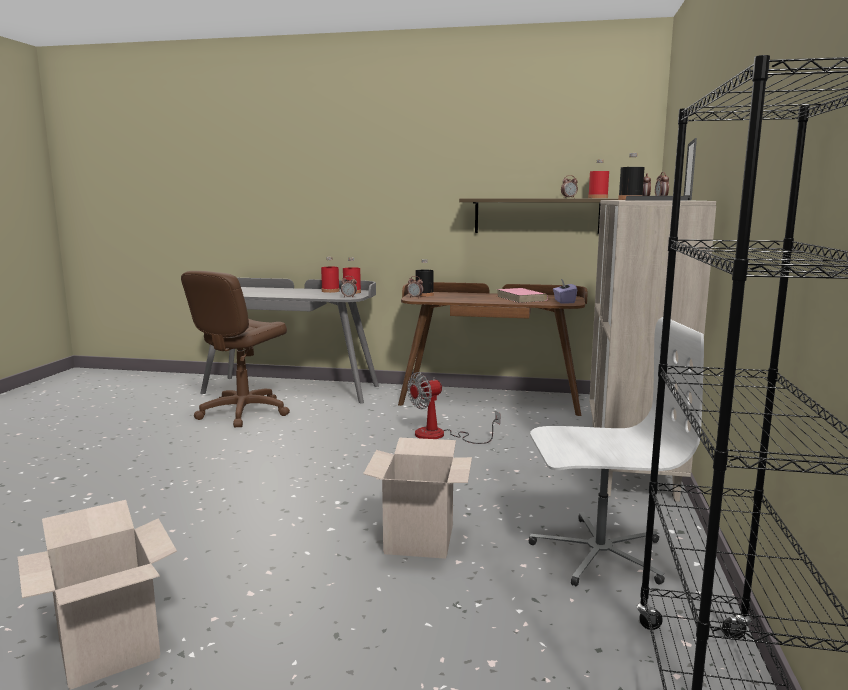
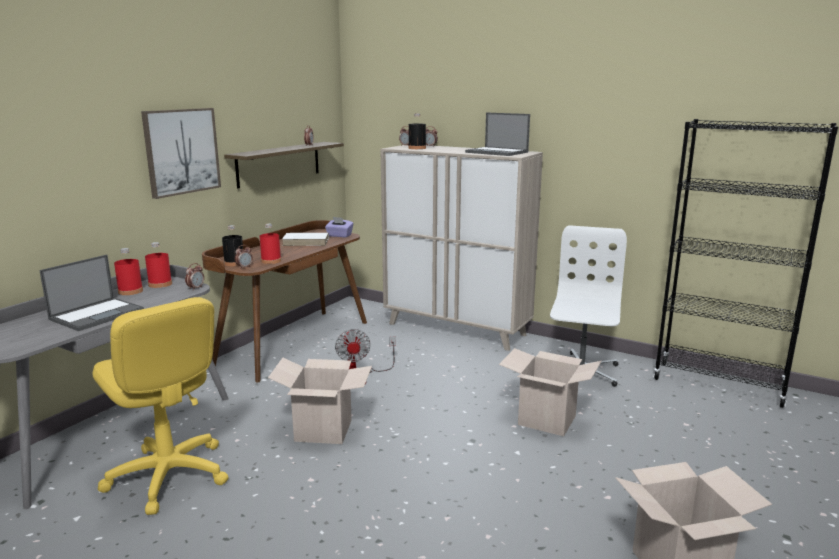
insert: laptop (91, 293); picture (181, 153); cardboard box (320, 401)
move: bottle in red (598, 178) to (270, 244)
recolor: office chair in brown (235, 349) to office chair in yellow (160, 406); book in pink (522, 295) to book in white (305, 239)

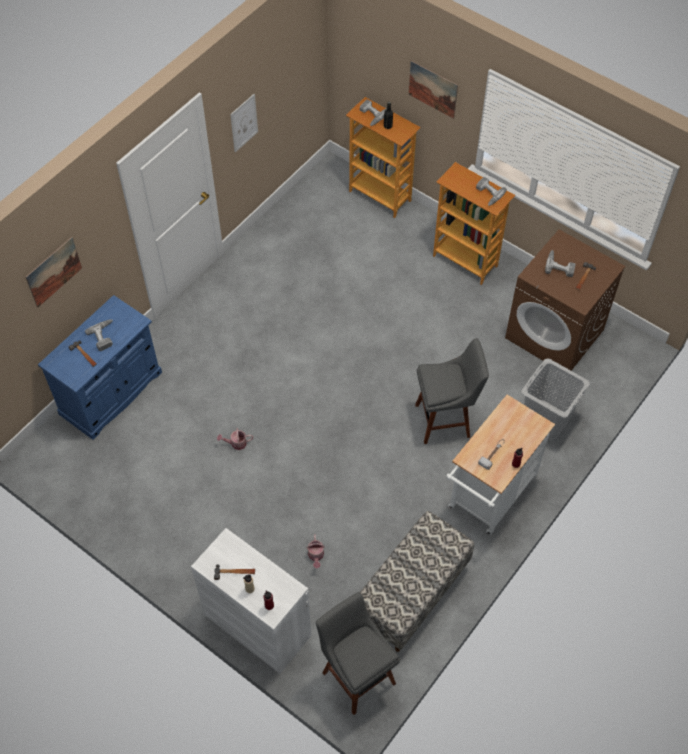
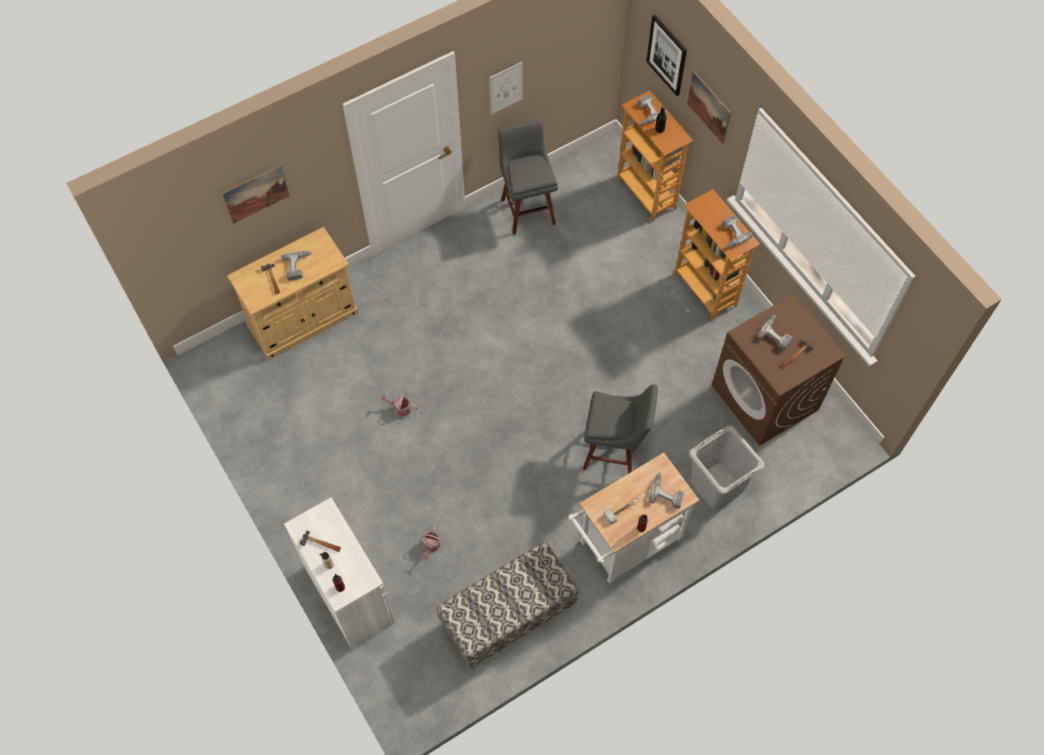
insert: picture (666, 55); power drill (666, 491)
move: stool in grey (358, 653) to (528, 177)
recolor: cabinet in blue (100, 367) to cabinet in beige (292, 293)

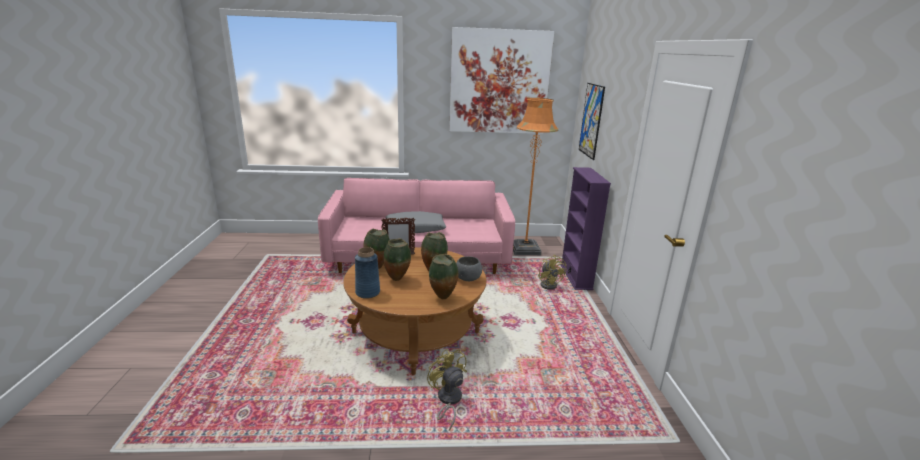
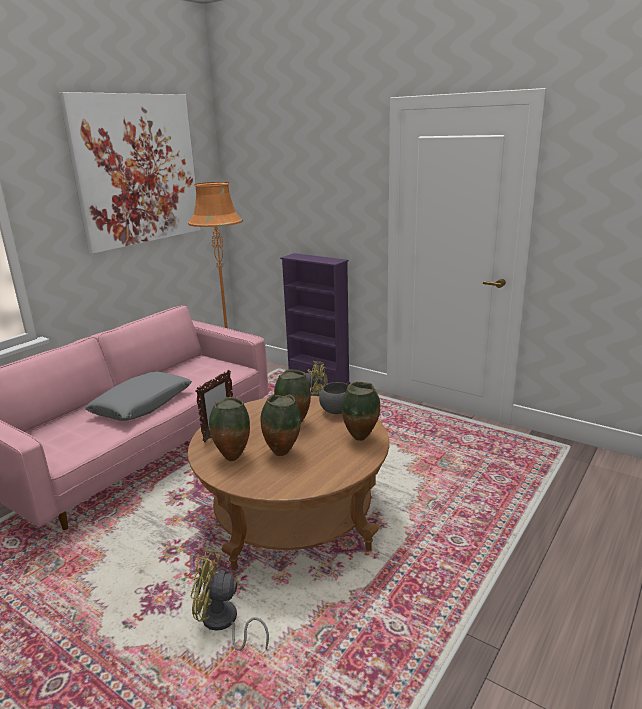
delete: vase in blue (367, 273); picture (592, 121)
move: fan in yellow (447, 390) to (229, 600)

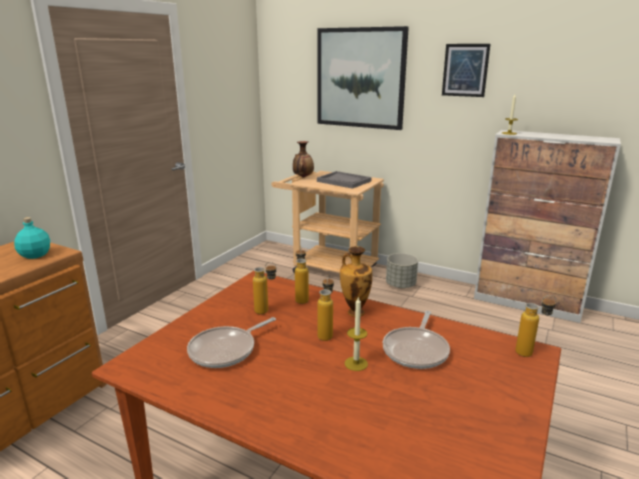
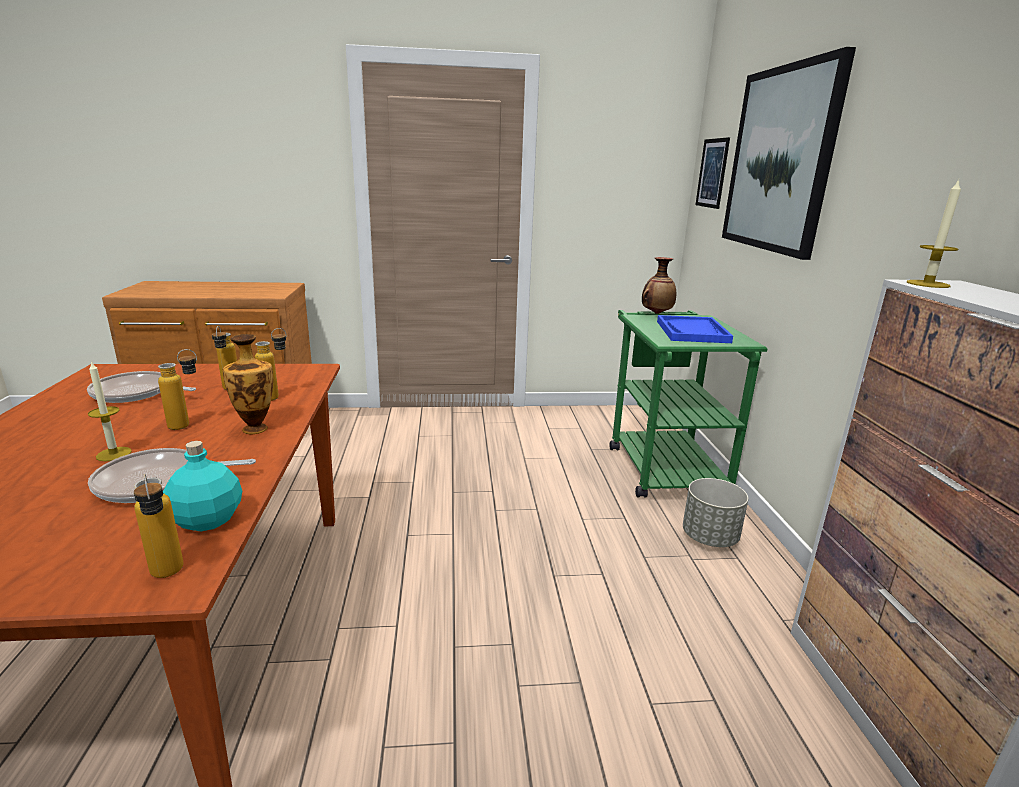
move: bottle in turquoise (32, 238) to (202, 486); picture (466, 70) to (712, 173)
recolor: cart in beige (327, 222) to cart in green (688, 404); tray in grey (344, 180) to tray in blue (695, 329)

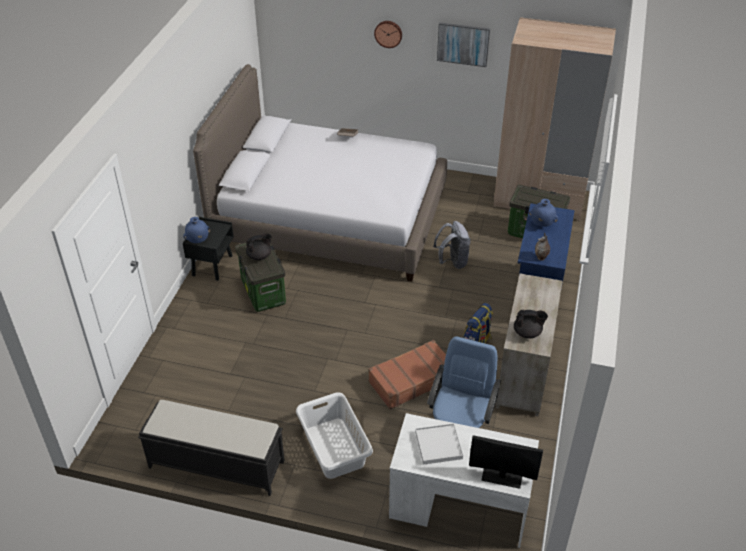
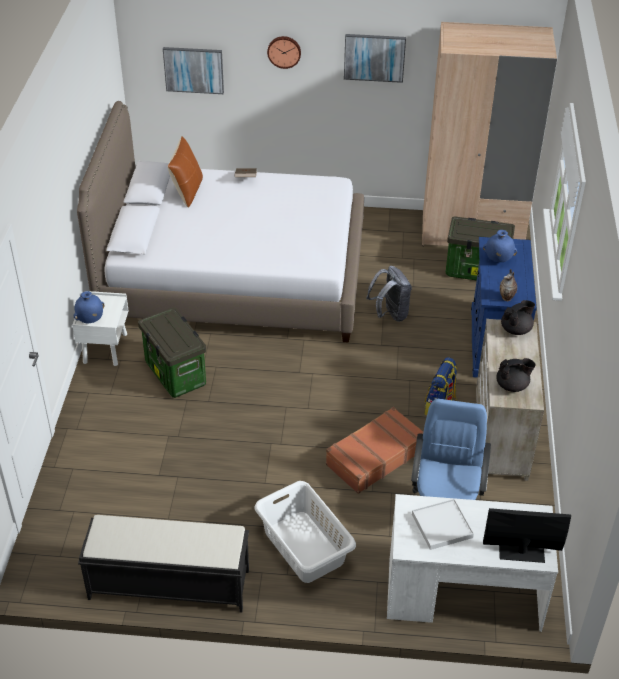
insert: picture (193, 70); pillow in brown (185, 172)
move: teapot in black (259, 246) to (518, 317)
recolor: nightstand in black (208, 249) to nightstand in white (100, 328)

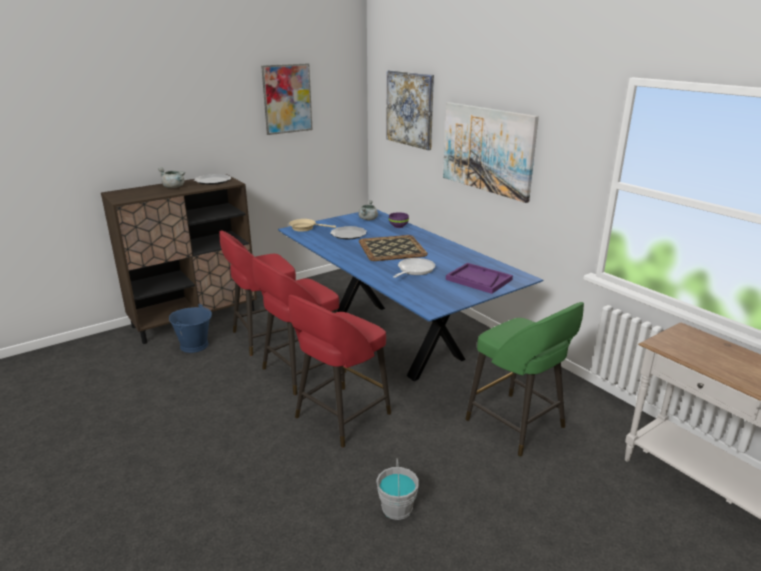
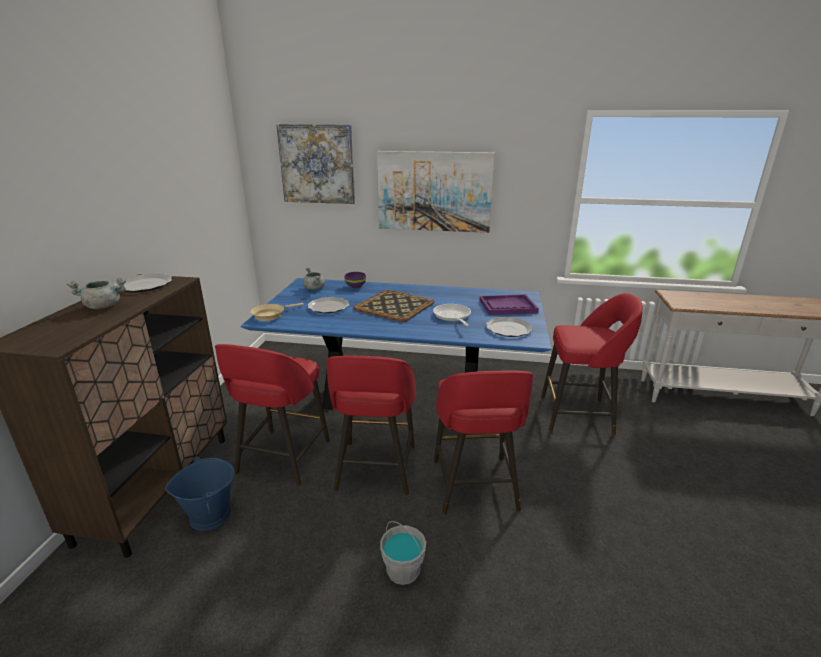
delete: picture (287, 99)
insert: plate (509, 327)
move: bucket in grey (397, 489) to (403, 553)
recolor: stool in green (525, 379) to stool in red (592, 364)

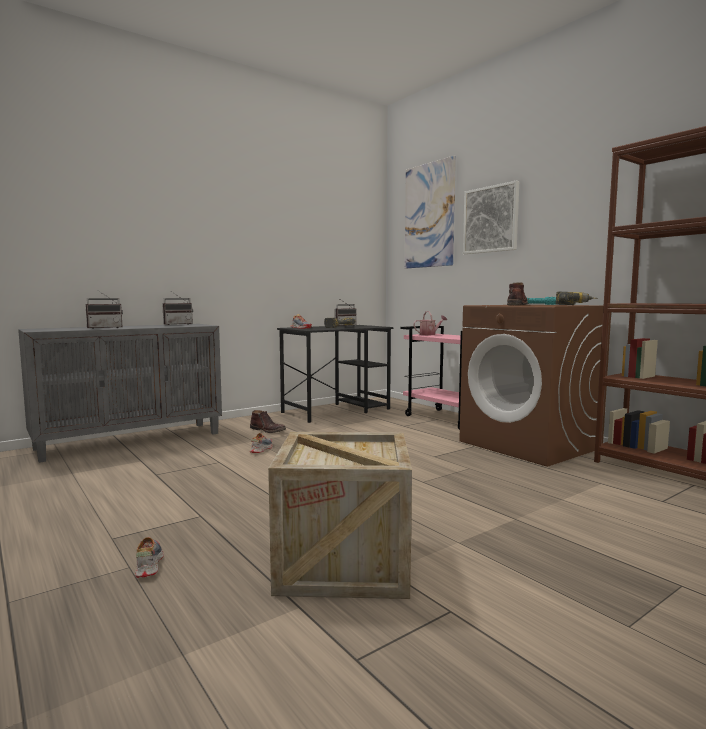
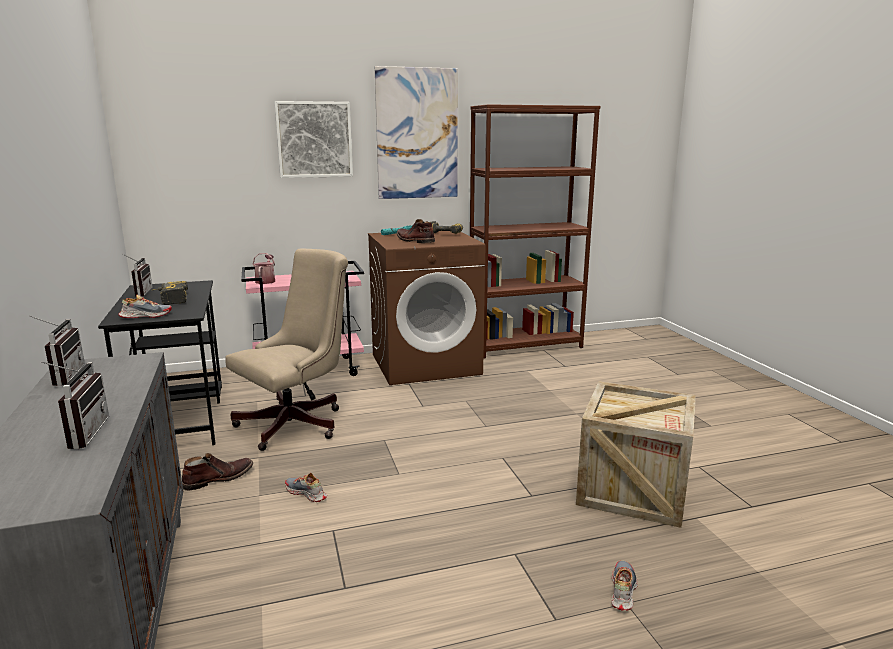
insert: office chair in beige (286, 349)
move: picture (430, 212) to (416, 132)
rotate: shoe (149, 557) = (624, 586) 105 degrees clockwise

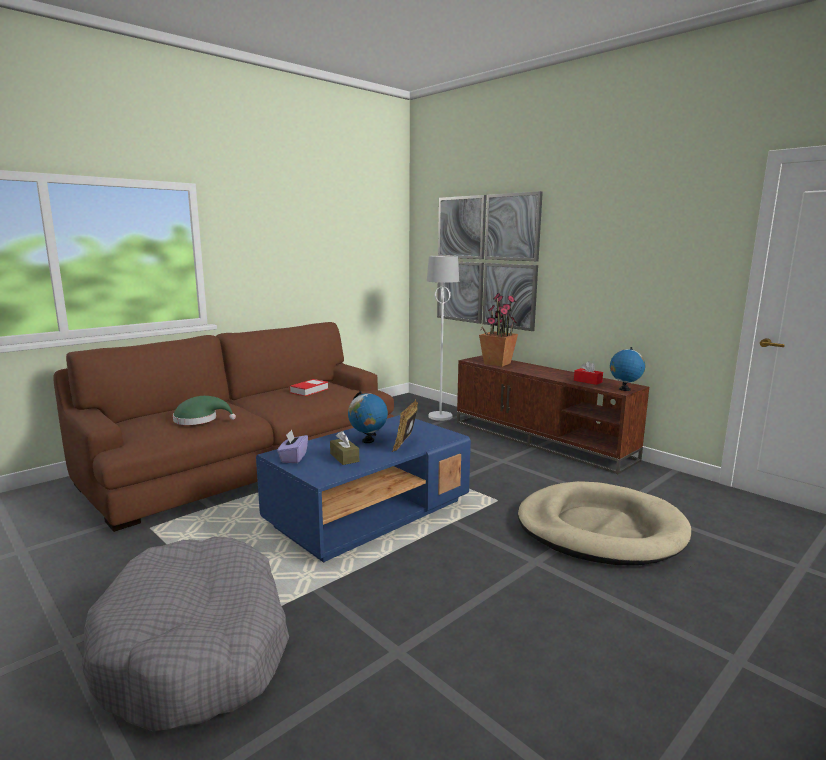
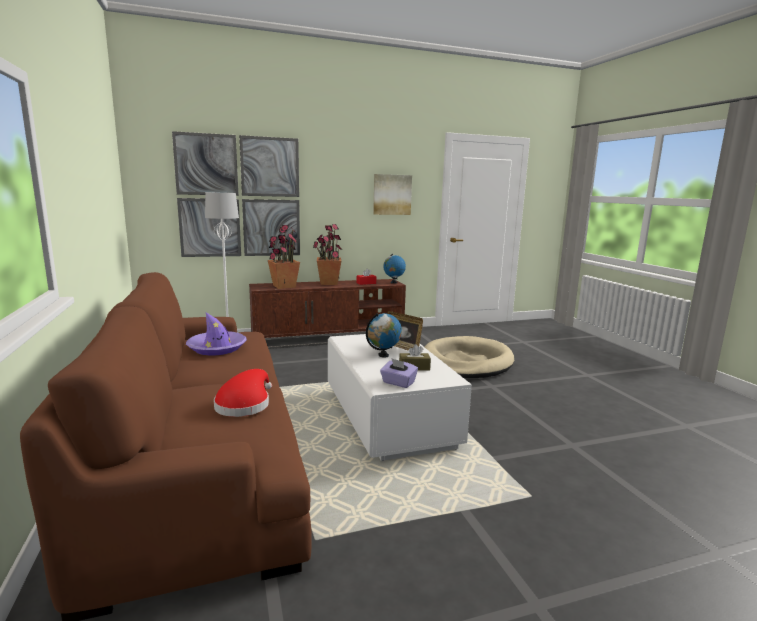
delete: dog bed in grey (185, 633)
insert: potted plant (327, 254); picture (392, 194)
replace: book (309, 387) to hat in purple (216, 334)
recolor: hat in green (204, 410) to hat in red (243, 393); coffee table in blue (363, 488) to coffee table in white (400, 397)

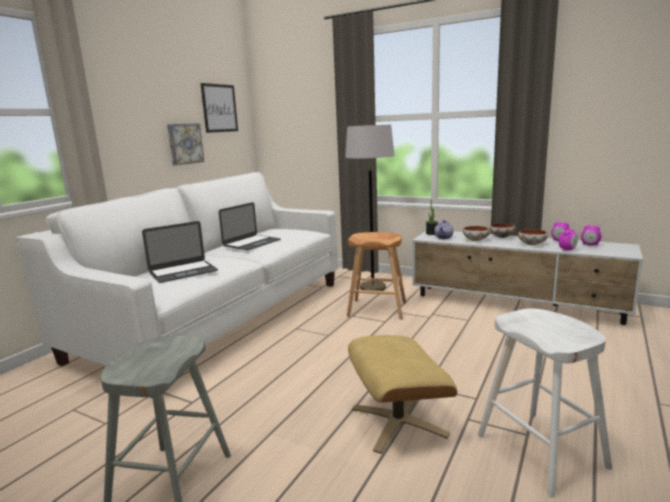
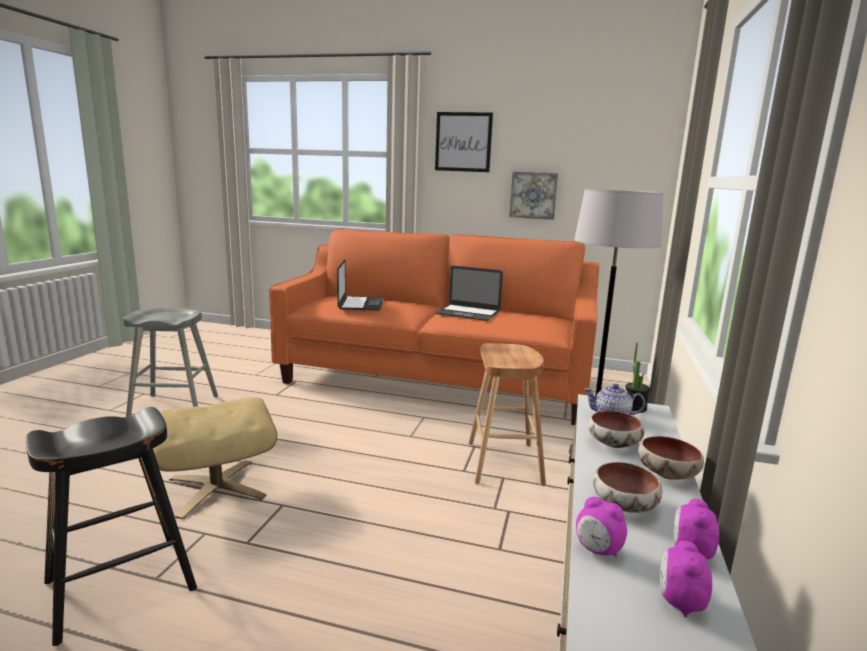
move: picture (219, 108) to (464, 142)
recolor: sofa in white (177, 285) to sofa in orange (434, 327); stool in white (545, 402) to stool in black (111, 526)
rotate: laptop (180, 252) = (360, 285) 135 degrees counterclockwise

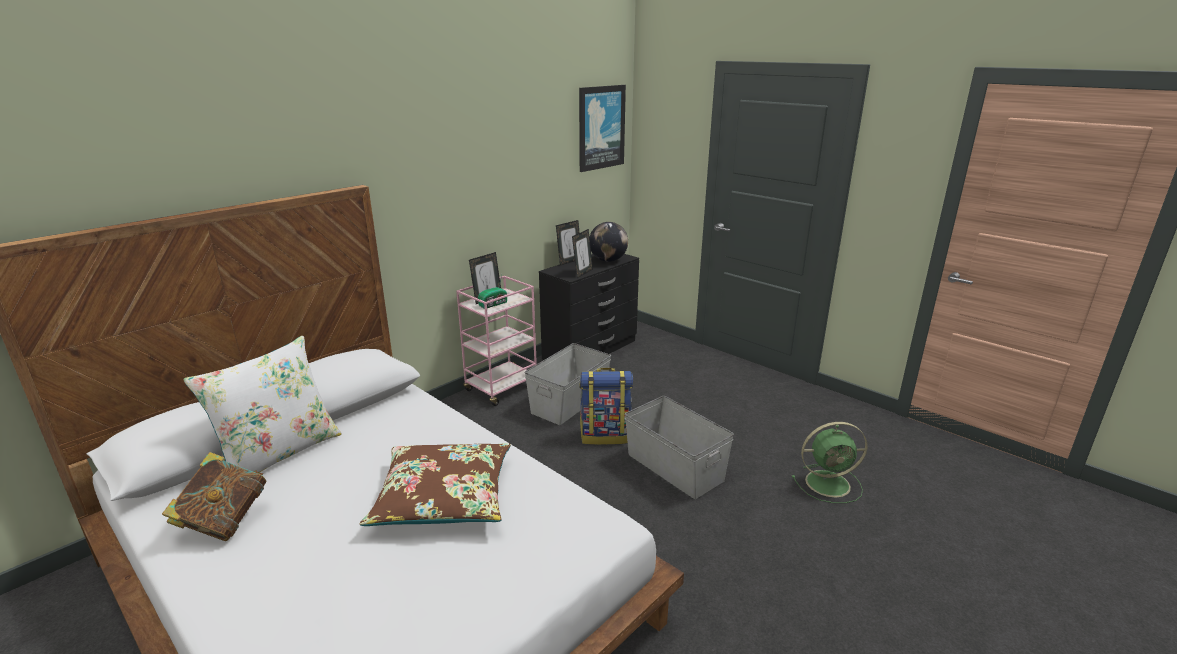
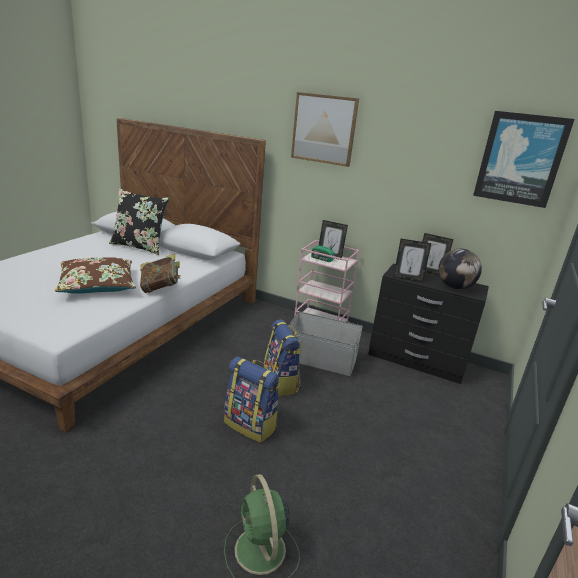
insert: picture (325, 129)
move: book (214, 496) to (160, 273)
replace: storage box in grey (679, 447) to backpack (252, 399)
recolor: pillow in white (262, 404) to pillow in black (139, 222)

